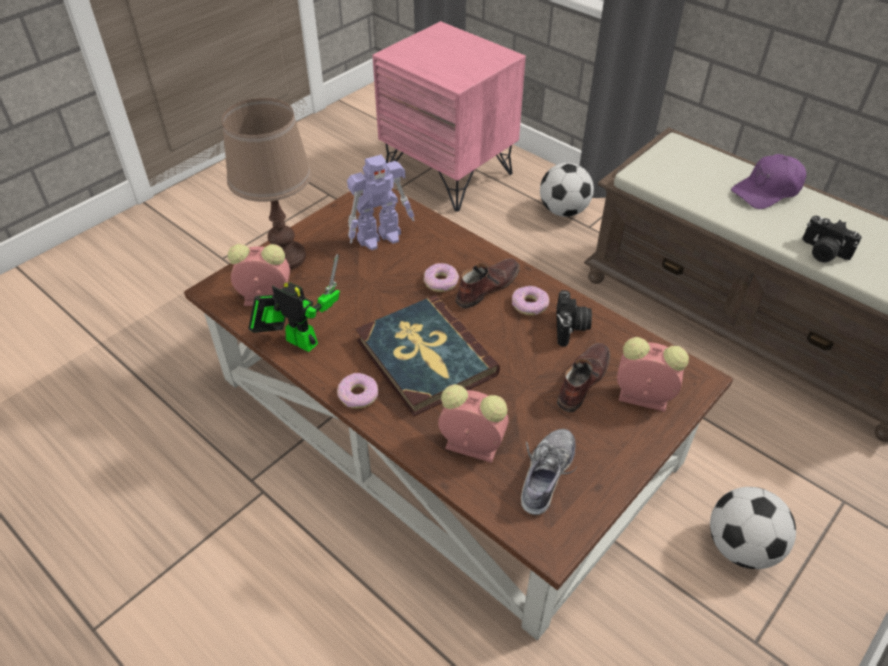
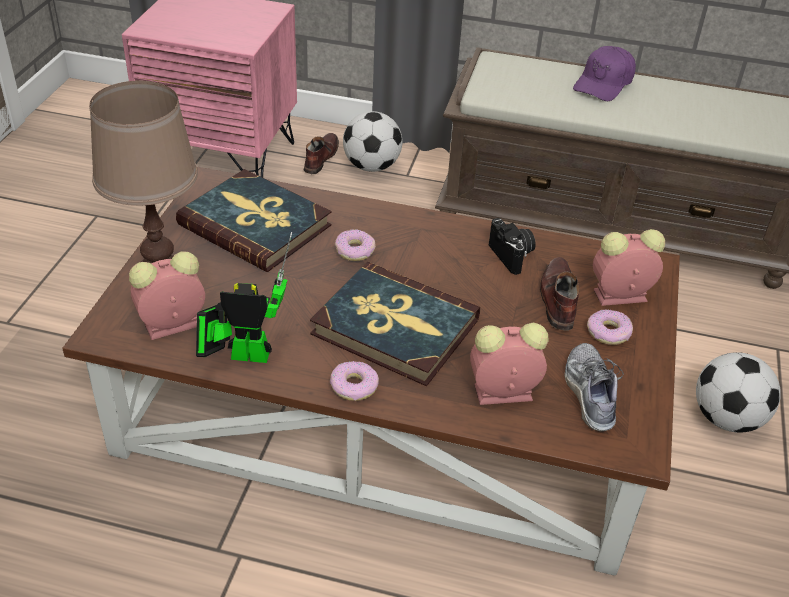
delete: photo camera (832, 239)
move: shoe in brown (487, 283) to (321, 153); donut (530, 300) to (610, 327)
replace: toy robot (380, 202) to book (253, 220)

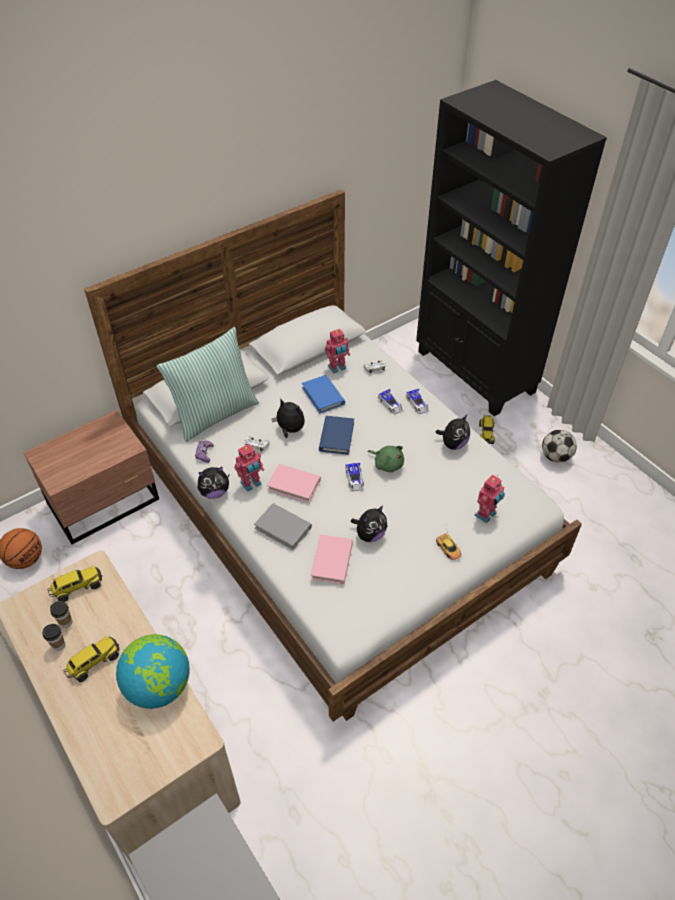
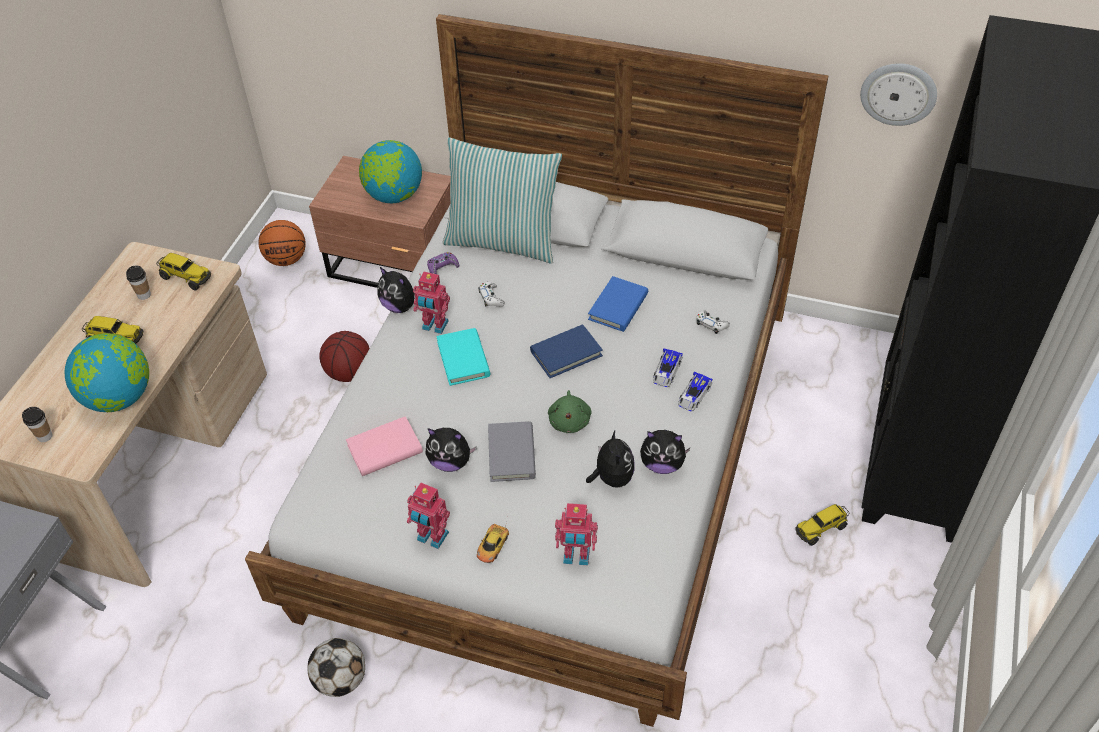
delete: toy car (354, 477)
insert: basketball (344, 356); globe (390, 172); wall clock (898, 94)
move: cup (53, 637) to (37, 424); book in grey (283, 526) to (512, 452); plush toy (288, 418) to (610, 459); toy robot (337, 351) to (428, 515); football (559, 446) to (336, 667)
recolor: book in pink (294, 483) to book in turquoise (463, 357)

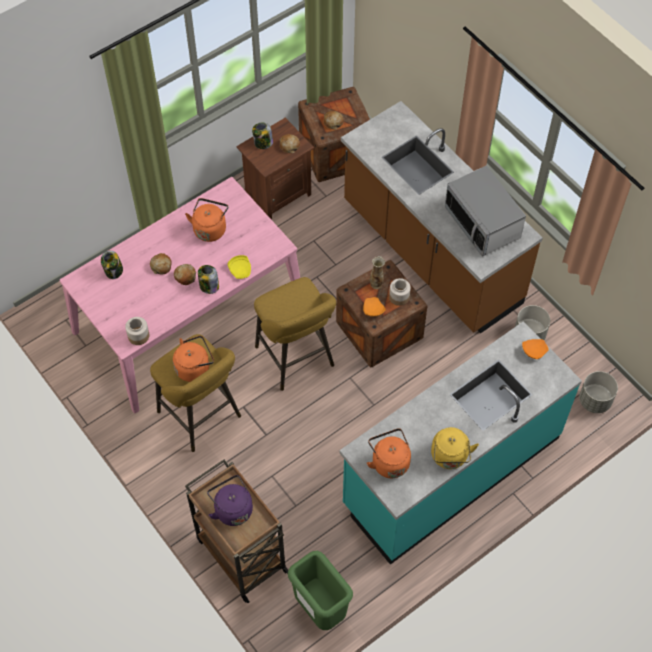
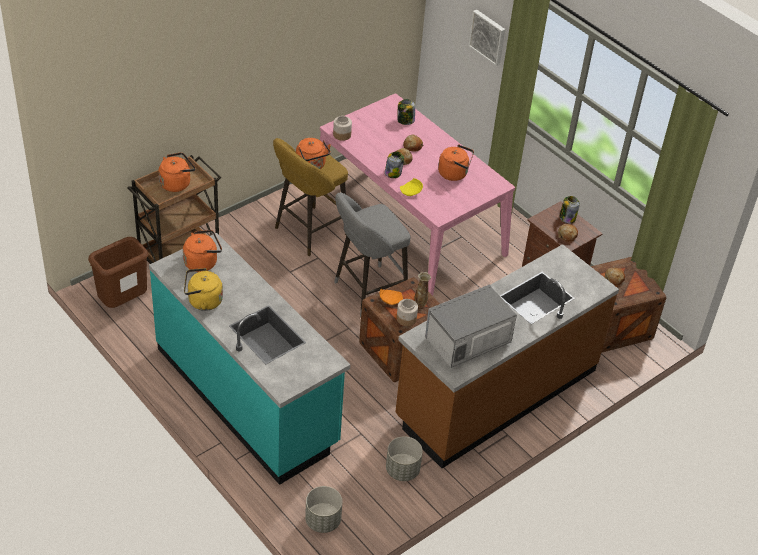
delete: plate in orange (535, 349)
insert: picture (486, 38)
recolor: kettle in purple (230, 500) to kettle in orange (176, 172); stool in yellow (295, 334) to stool in grey (372, 255); trash can in green (320, 590) to trash can in brown (118, 272)

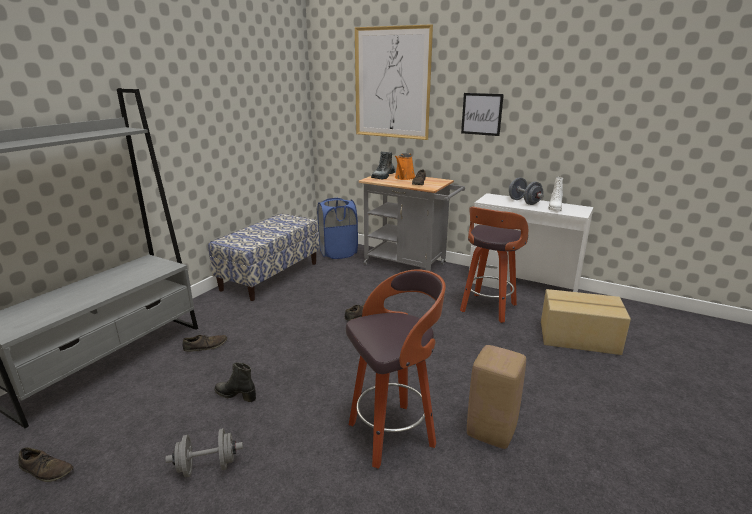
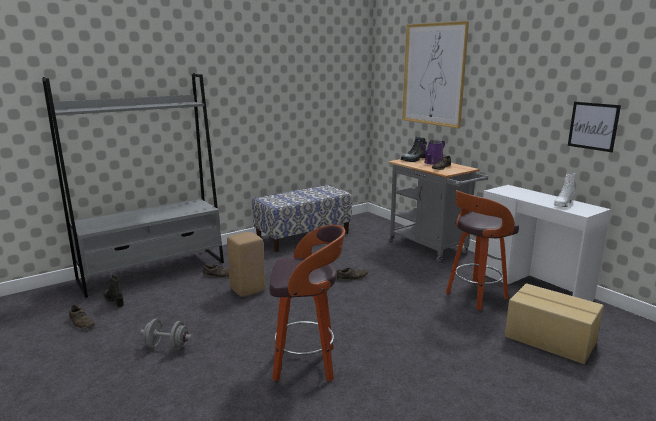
delete: laundry basket in blue (337, 228); dumbbell in grey (526, 191)
move: boot in black (235, 382) to (113, 290); picture (482, 114) to (594, 127); stool in beige (496, 397) to (246, 264)
recolor: watering can in orange (405, 166) to watering can in purple (431, 152)

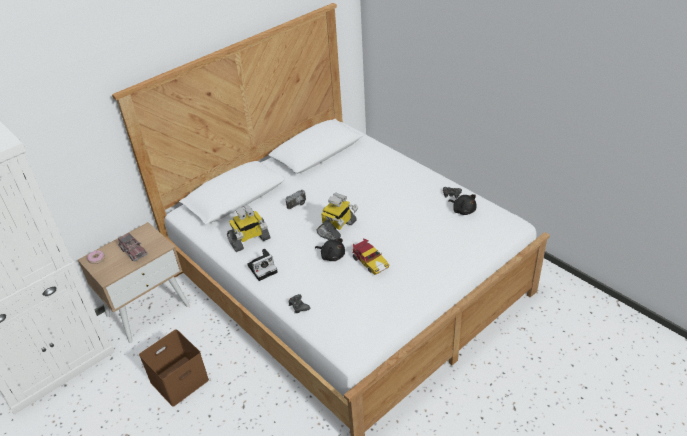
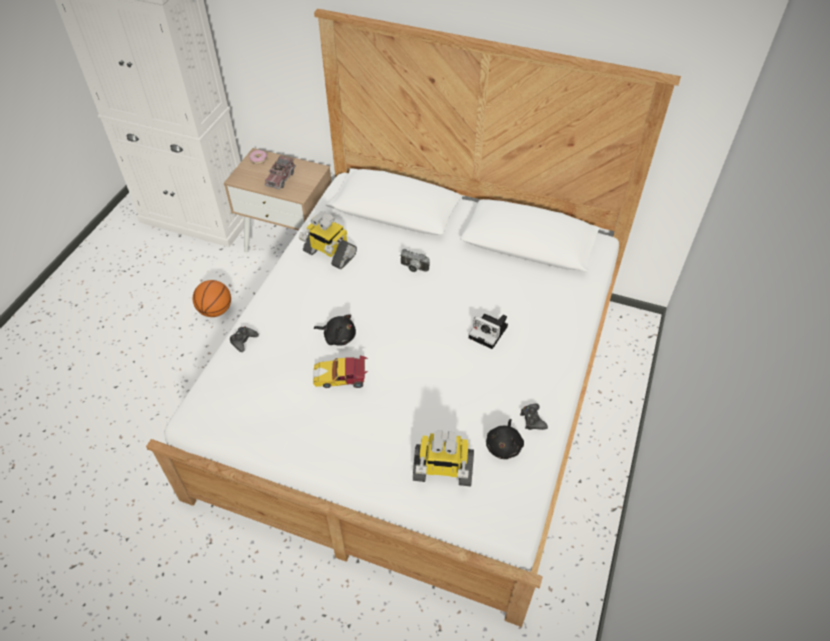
move: photo camera (262, 265) to (488, 331); toy robot (337, 216) to (443, 459)
replace: storage box in brown (174, 368) to basketball (212, 298)
rotate: plush toy in black (330, 249) = (335, 330) 75 degrees counterclockwise; toy car (371, 256) = (340, 372) 60 degrees clockwise

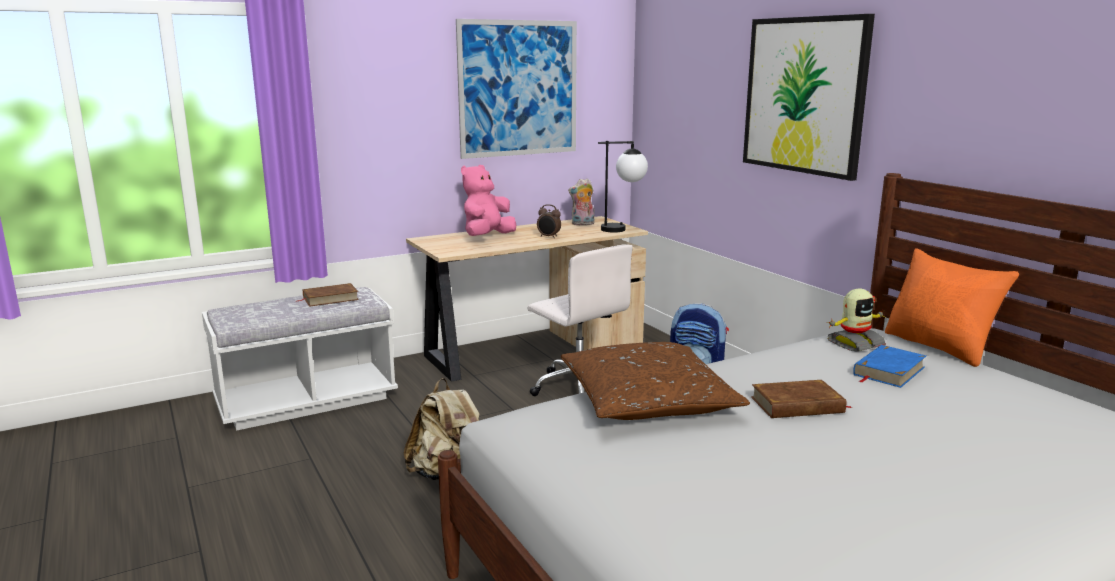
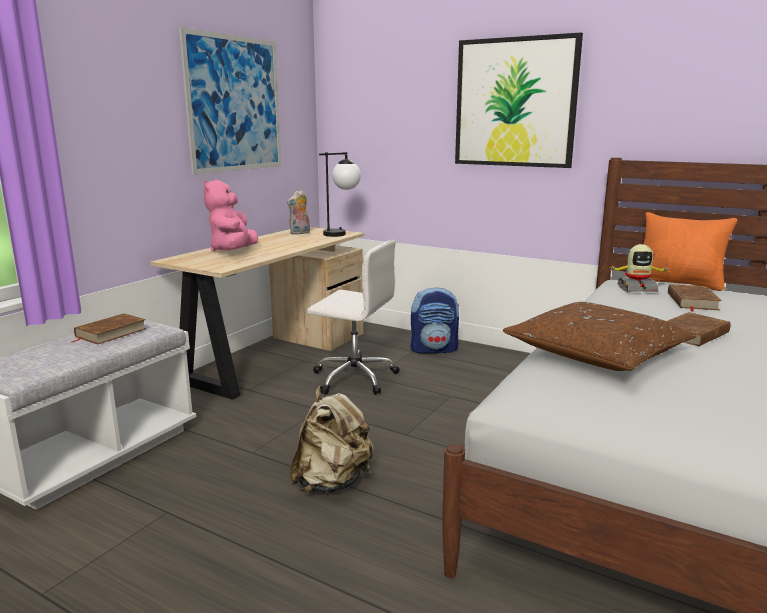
delete: alarm clock (549, 221)
recolor: book in blue (889, 366) to book in brown (695, 298)
rotate: toy robot (856, 319) = (639, 268) 60 degrees clockwise

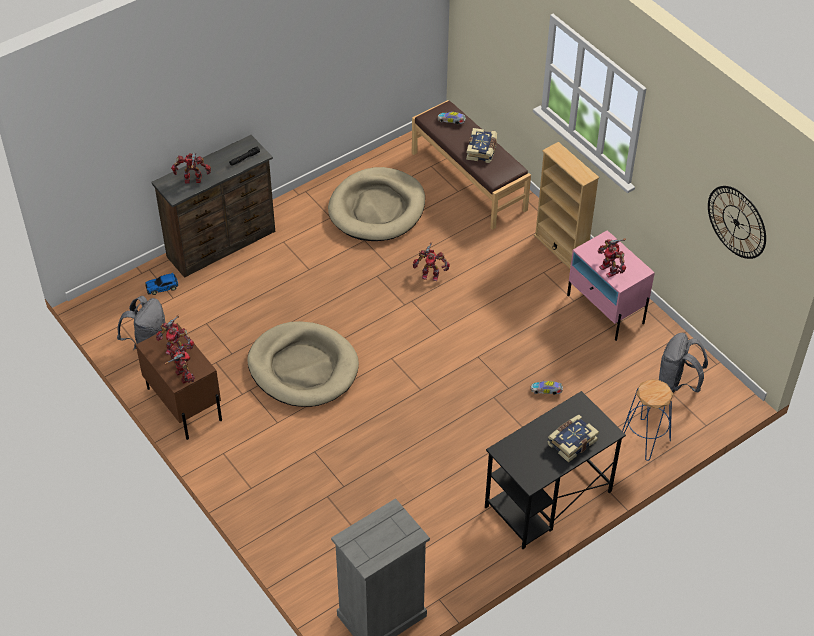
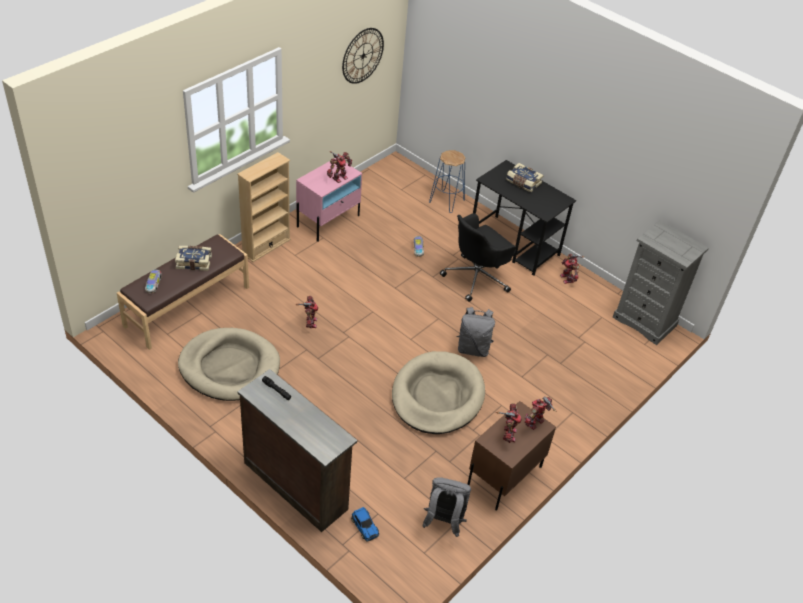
insert: office chair in black (478, 257)
move: toy robot (191, 168) to (572, 269); backpack in grey (683, 363) to (476, 332)

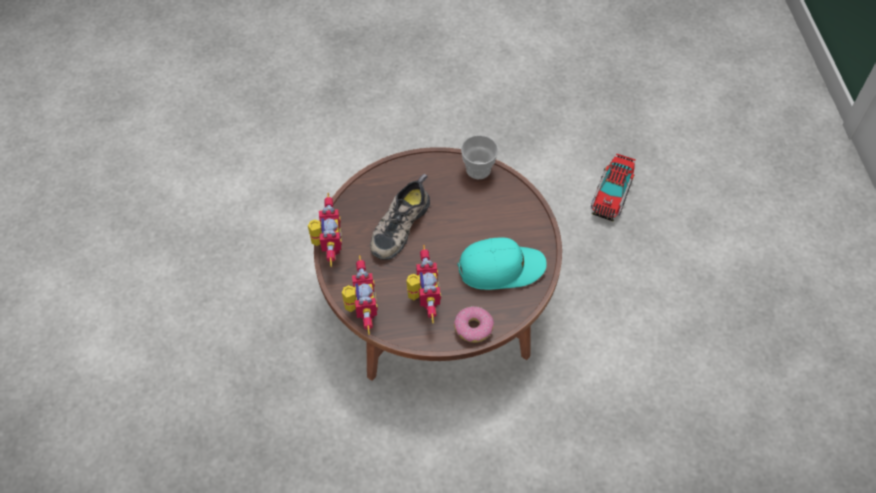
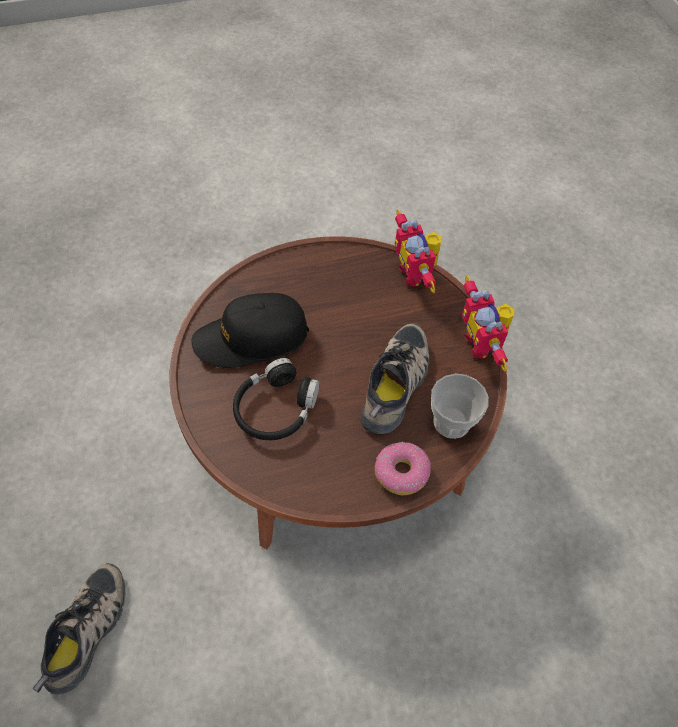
delete: toy robot (423, 284)
insert: headphones in black (276, 399)
move: donut (474, 324) to (403, 468); cup (479, 157) to (460, 406)
replace: toy truck (613, 187) to shoe (79, 628)
recolor: cap in turquoise (502, 263) to cap in black (250, 330)

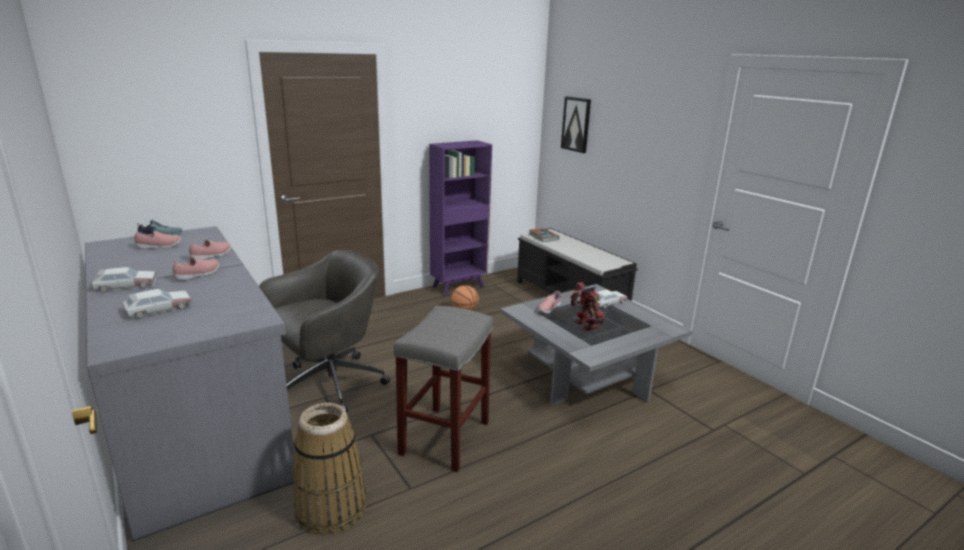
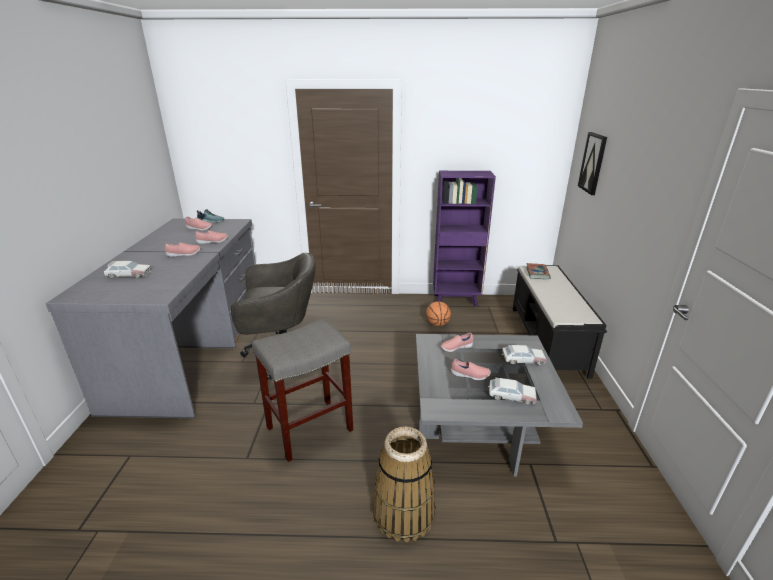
move: toy car (124, 279) to (512, 391); basket (329, 469) to (404, 484)
replace: toy robot (587, 306) to shoe in pink (471, 369)

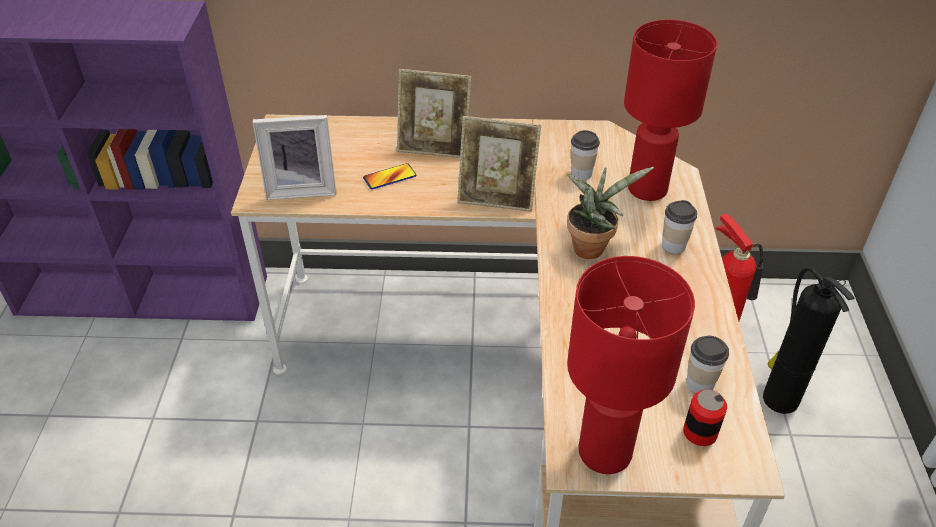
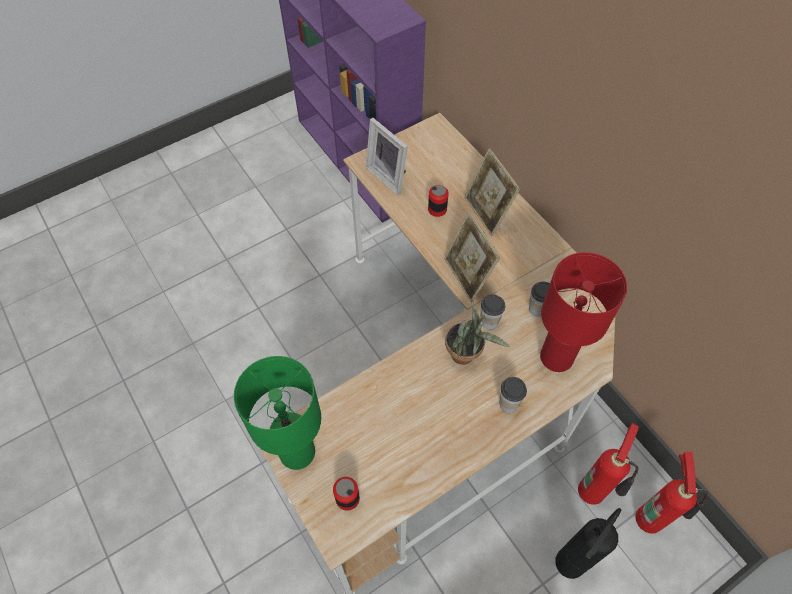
insert: fire extinguisher (672, 492)
move: cup (707, 364) to (492, 312)
replace: phone (389, 176) to can (438, 201)
recolor: table lamp in red (631, 365) to table lamp in green (277, 413)

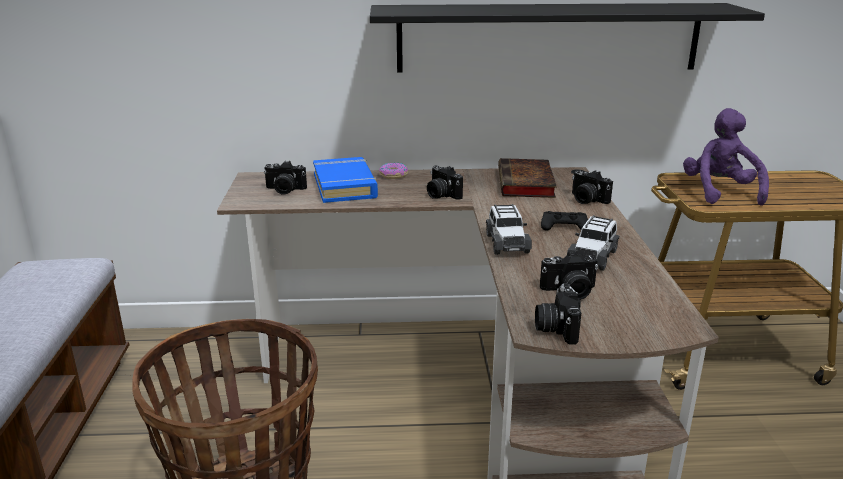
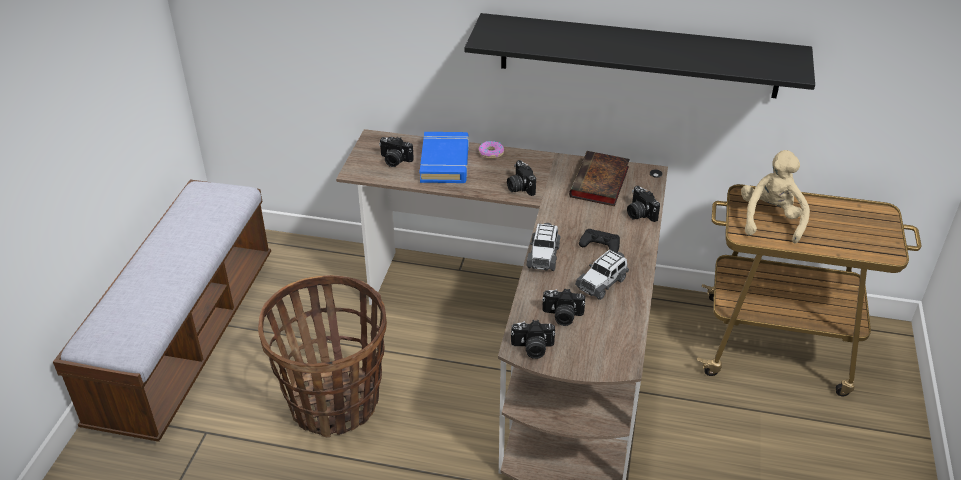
recolor: plush toy in purple (726, 157) to plush toy in beige (775, 197)
rotate: photo camera (558, 314) = (533, 339) 105 degrees counterclockwise

